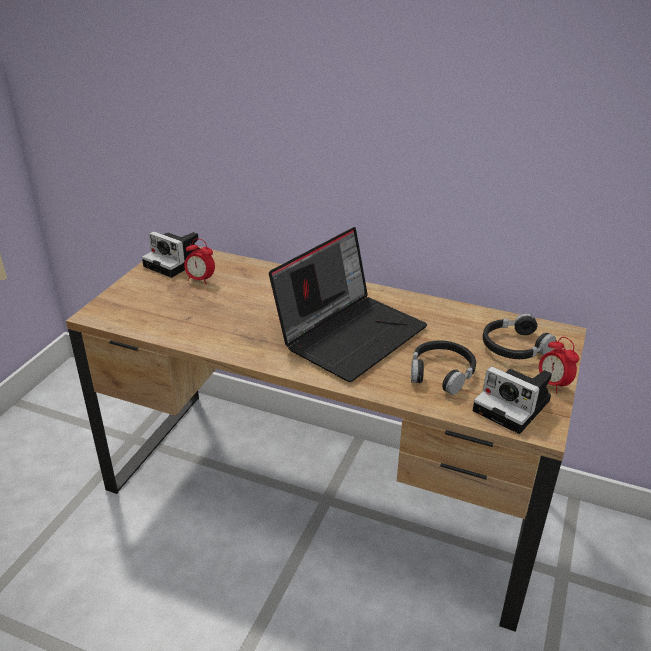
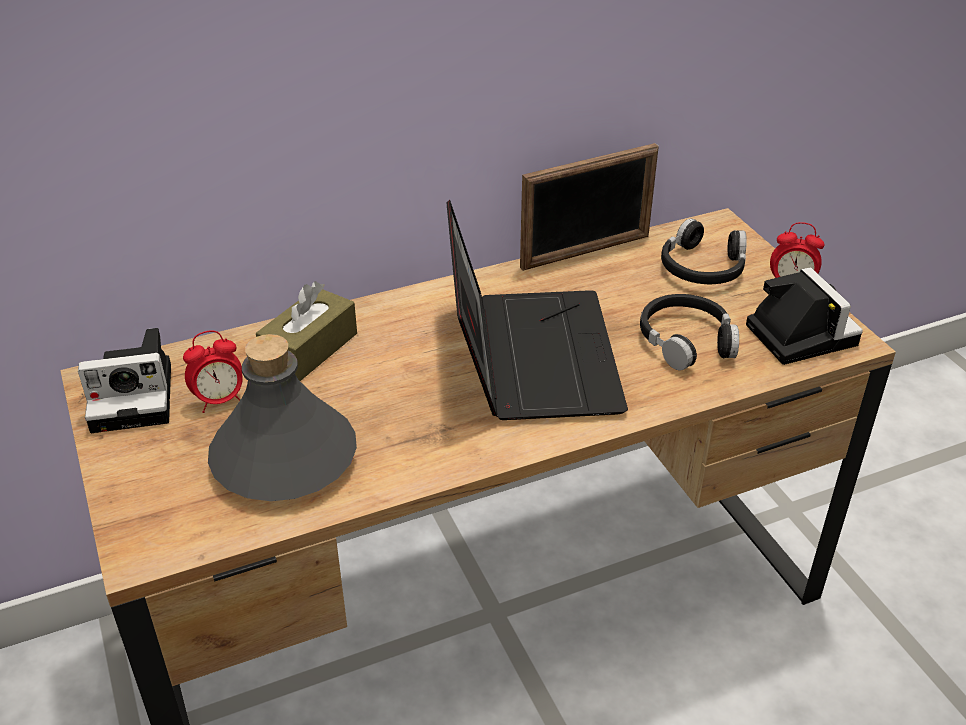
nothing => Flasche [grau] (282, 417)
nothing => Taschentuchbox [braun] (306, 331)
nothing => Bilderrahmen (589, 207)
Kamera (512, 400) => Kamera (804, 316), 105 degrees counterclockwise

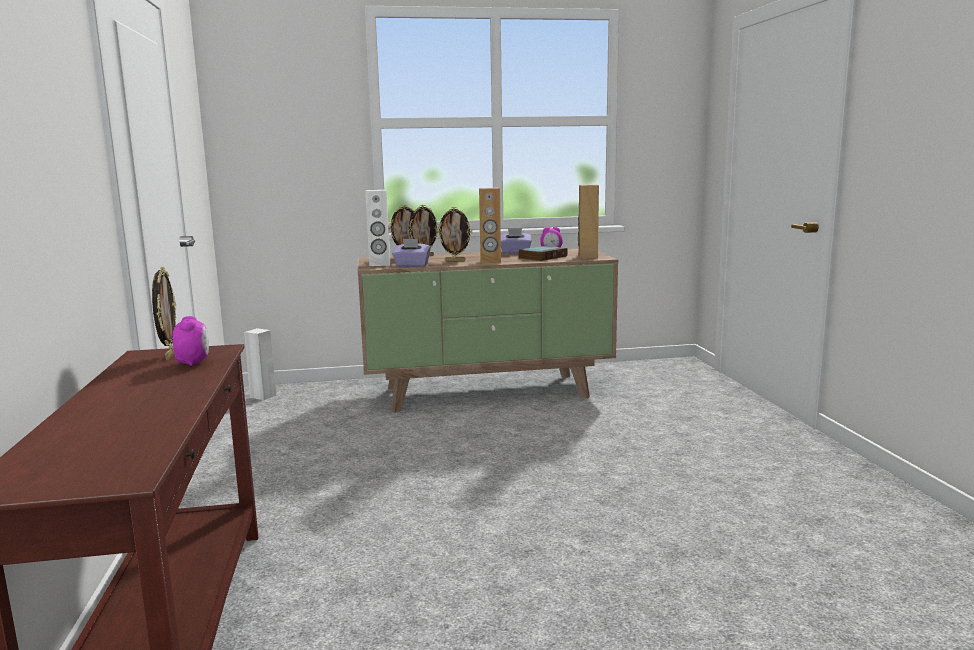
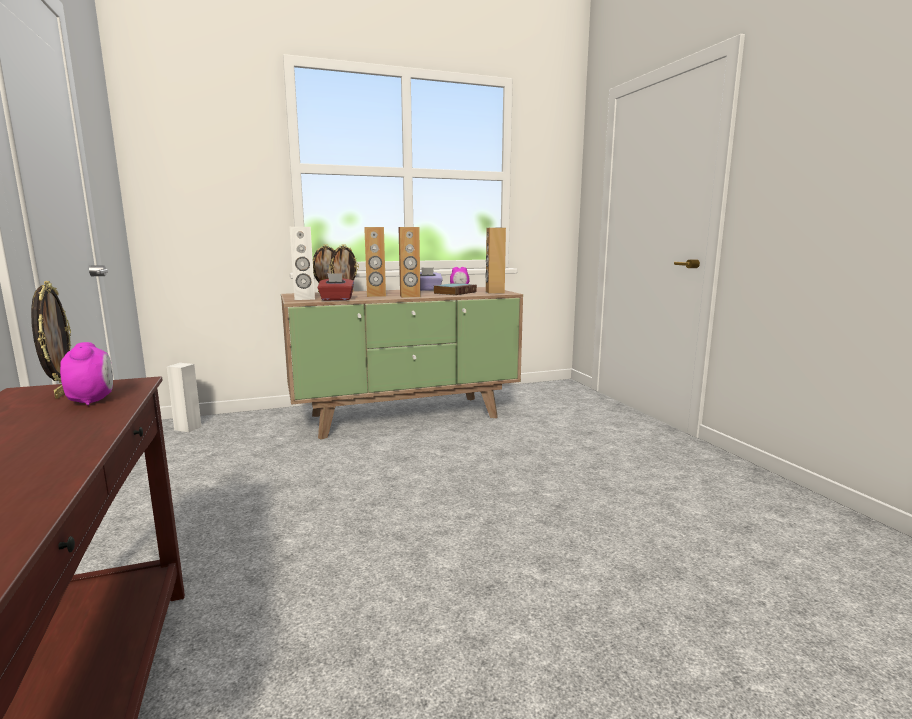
Bilderrahmen (454, 234) => Lautsprecher [braun] (375, 262)
Taschentuchbox [lila] (411, 253) => Taschentuchbox [rot] (336, 287)

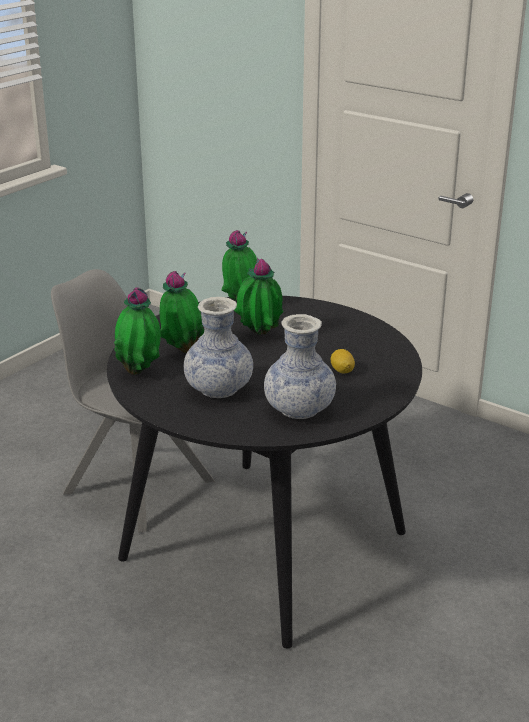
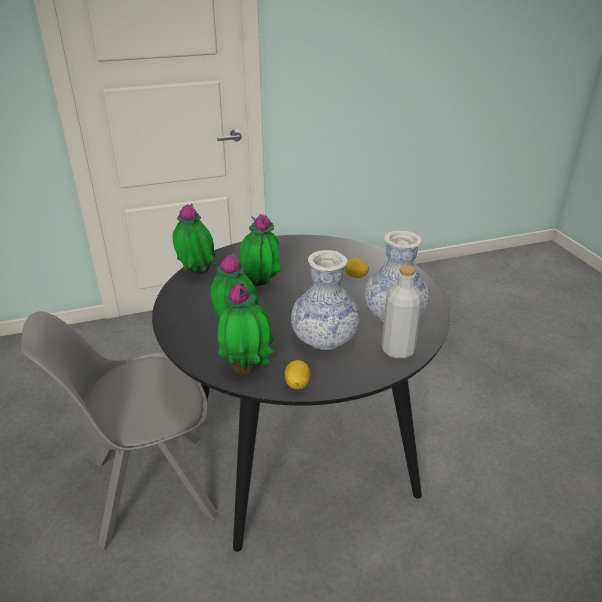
nothing => Zitrone (297, 375)
nothing => Flasche [grau] (402, 312)

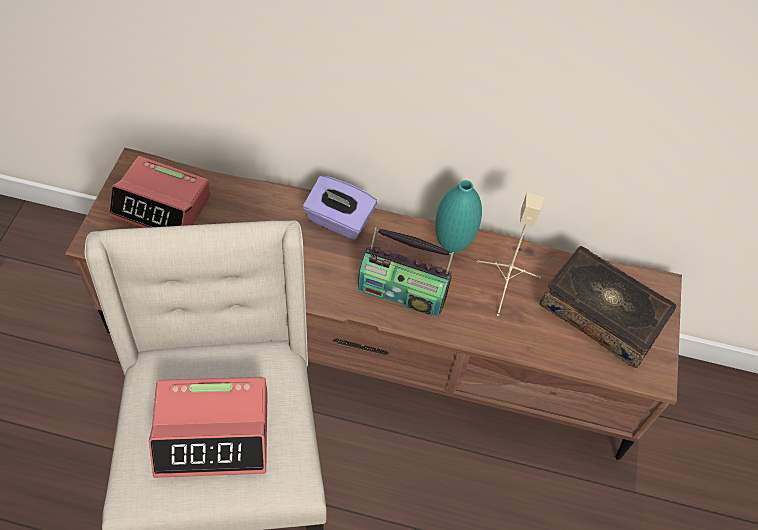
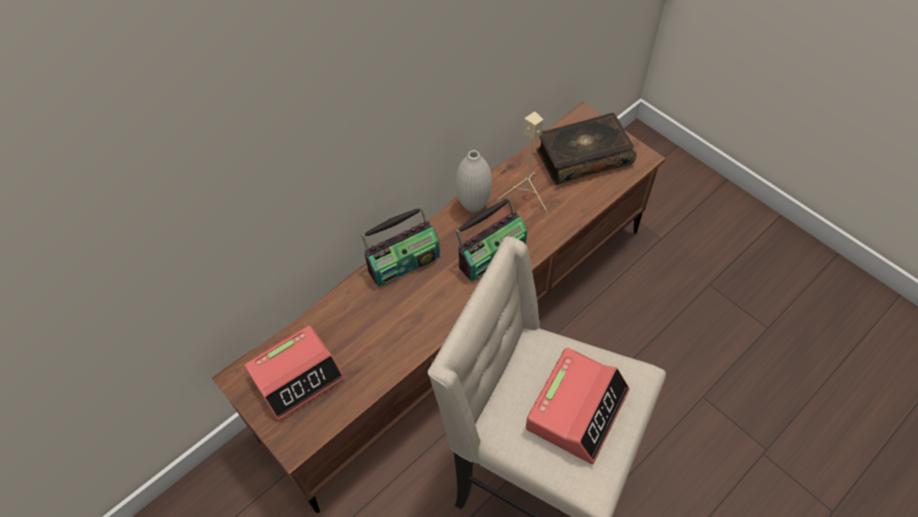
Taschentuchbox [lila] (340, 207) => Radio (400, 246)
Vase [türkis] (458, 216) => Vase [weiß] (474, 181)

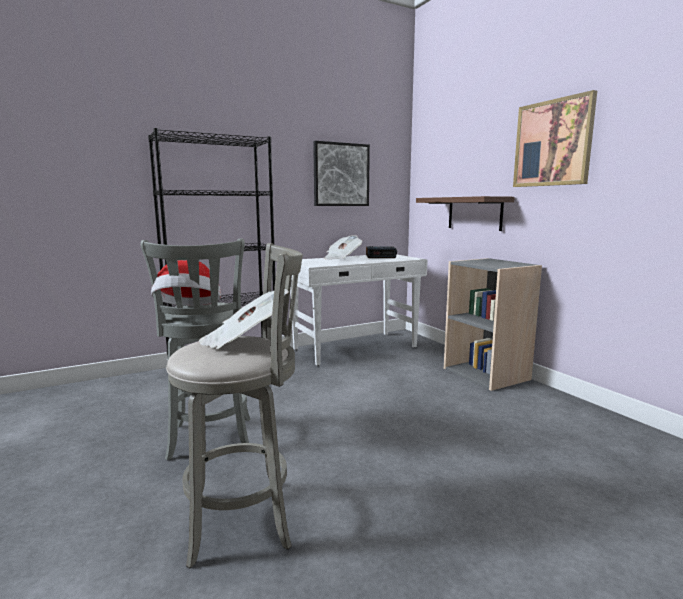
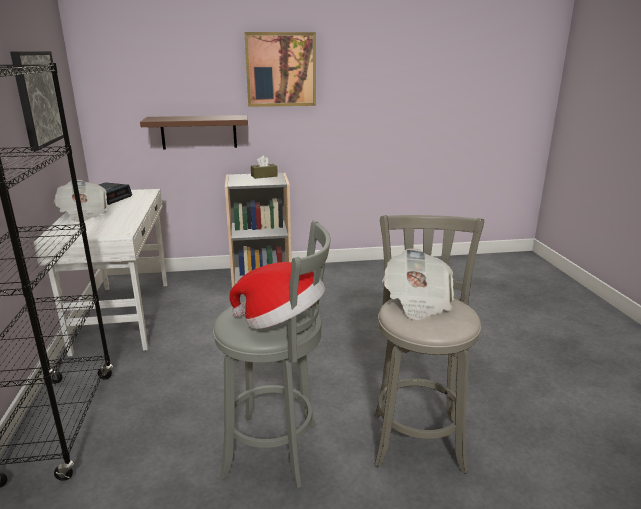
nothing => Taschentuchbox [braun] (264, 167)

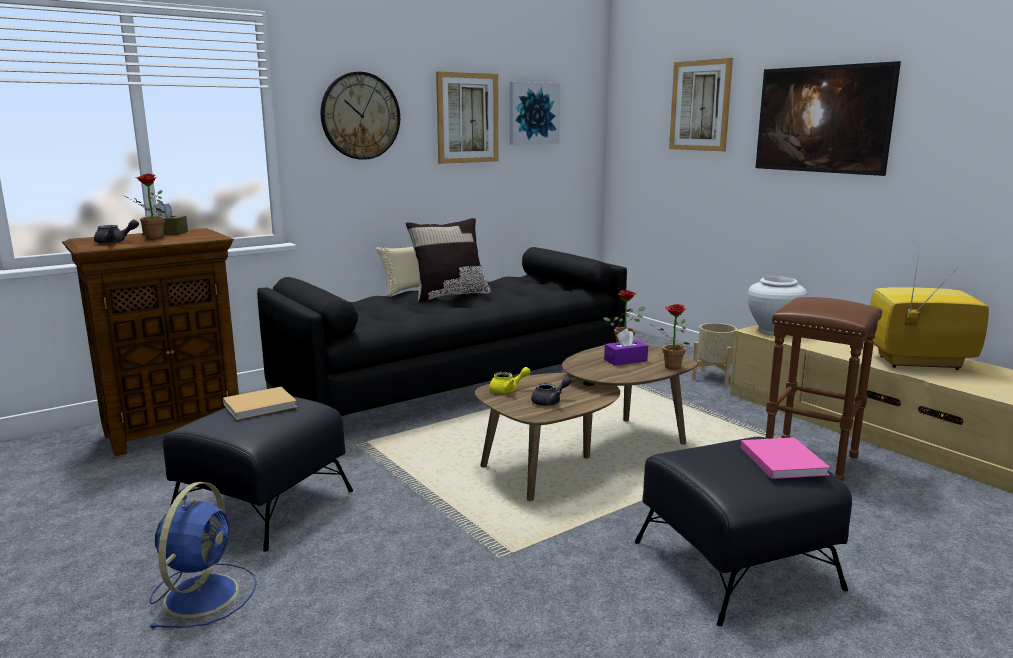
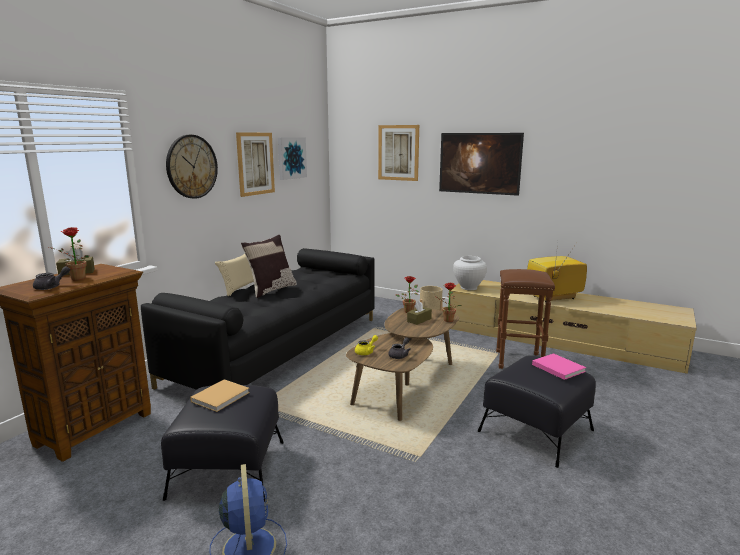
Taschentuchbox [lila] (626, 347) => Taschentuchbox [braun] (419, 313)

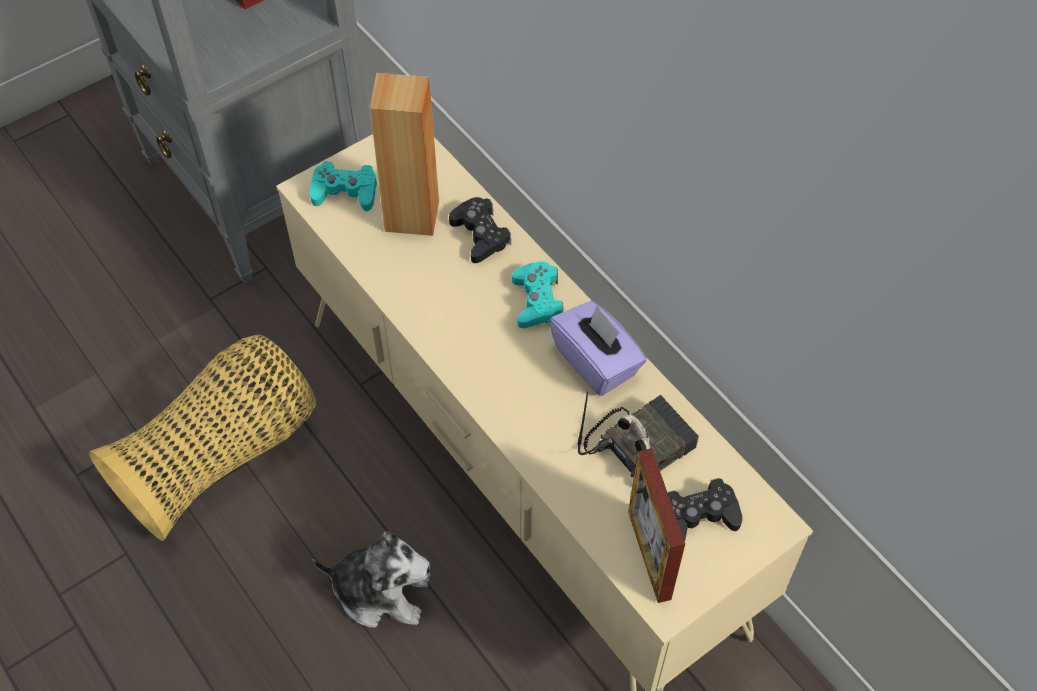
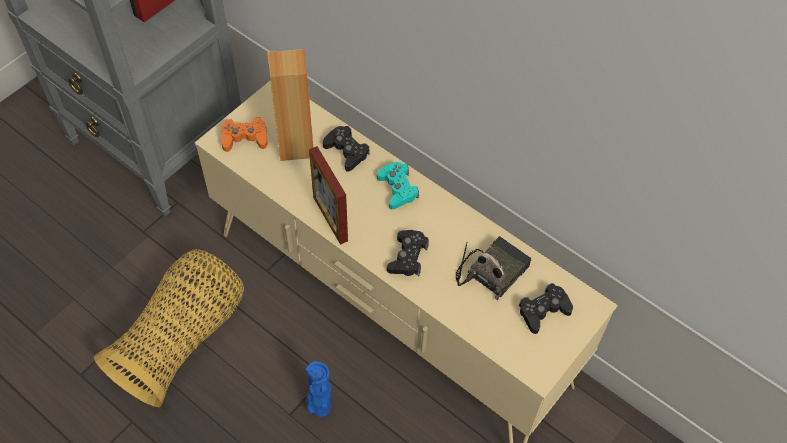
Taschentuchbox [lila] (598, 348) => nothing
nothing => Gamepad [schwarz] (408, 253)
Bilderrahmen (656, 525) => Bilderrahmen (328, 195), move
Plüschtier (371, 579) => Vase [blau] (318, 389)
Gamepad [türkis] (343, 186) => Gamepad [orange] (244, 134)

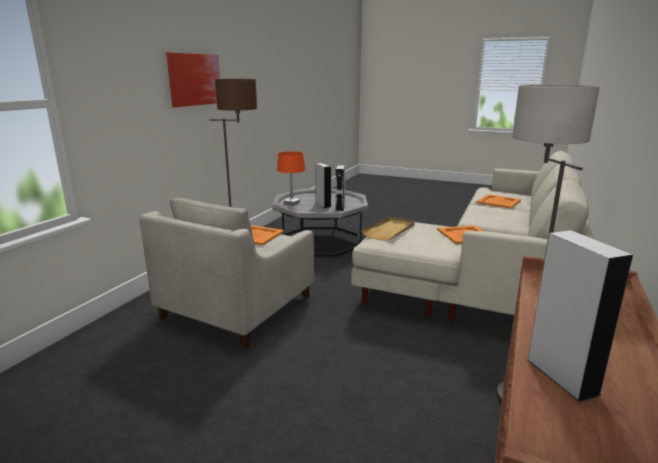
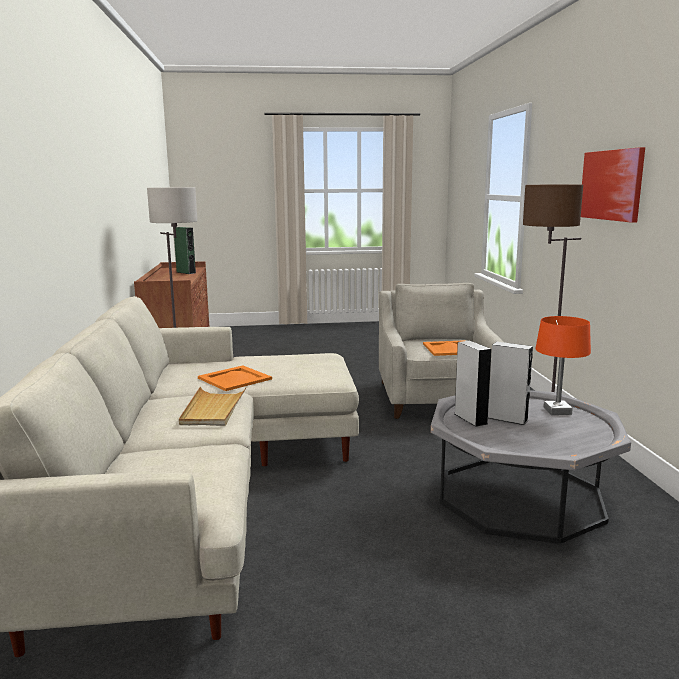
Tablett [orange] (498, 201) => nothing
Tablett [beige] (388, 229) => Tablett [beige] (213, 406), move
Lautsprecher [grau] (580, 316) => Lautsprecher [grün] (185, 250)

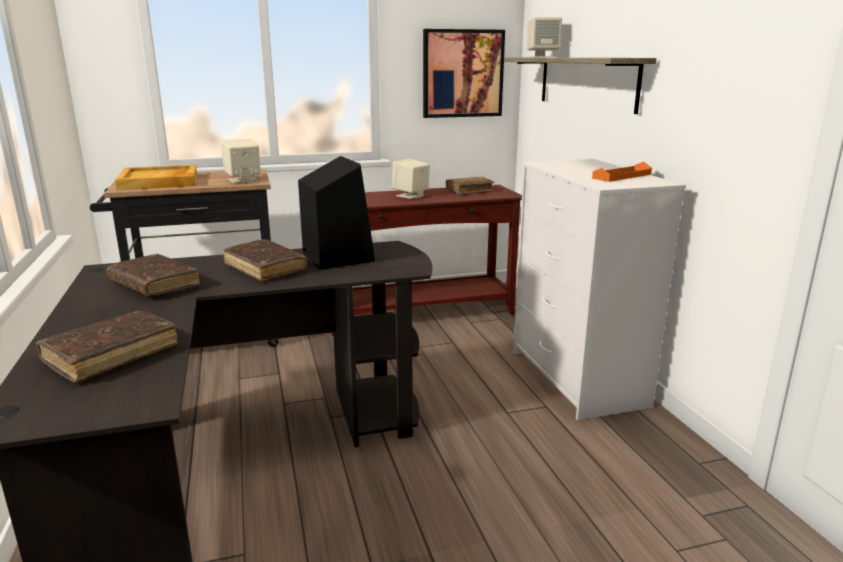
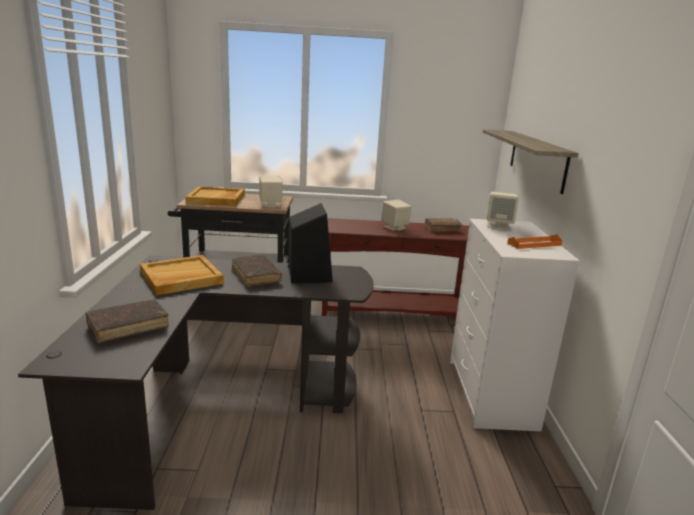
Bild (464, 73) => nothing
Lautsprecher [beige] (544, 37) => Lautsprecher [beige] (503, 211), move
Buch [braun] (153, 275) => Tablett [beige] (182, 275)

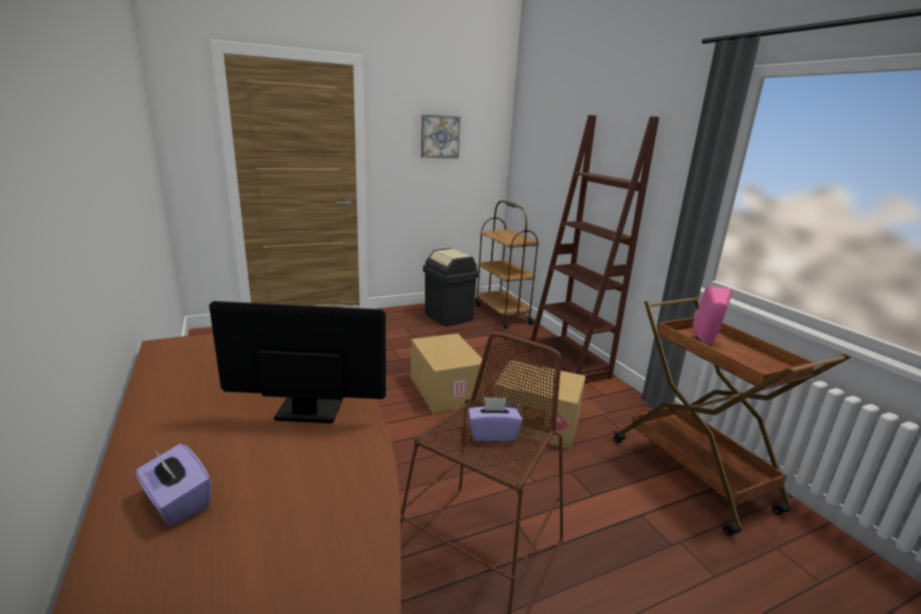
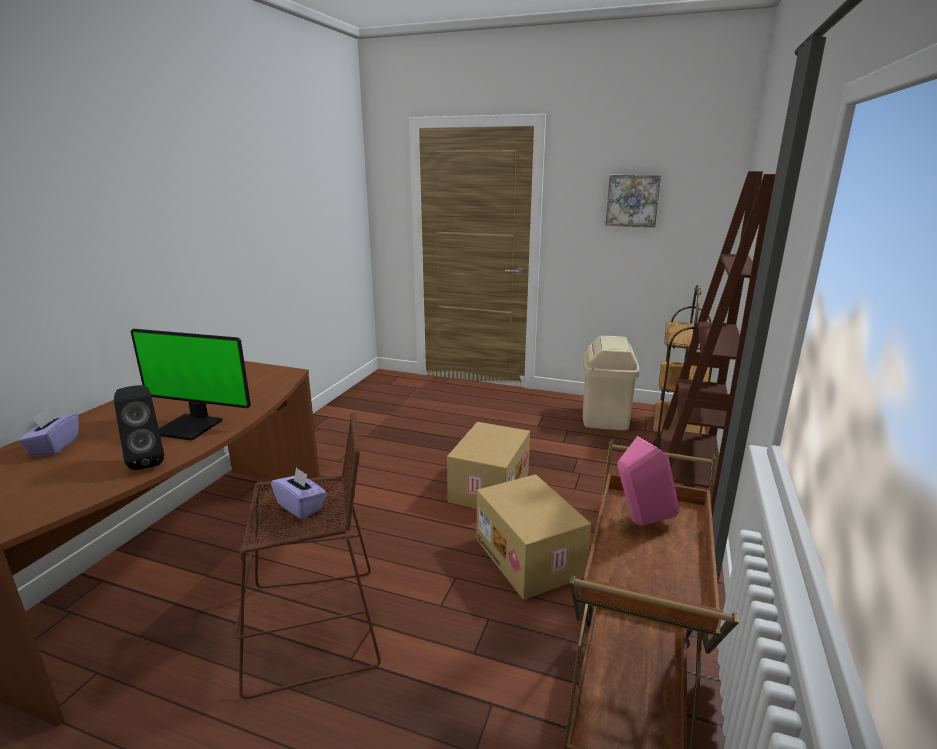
nothing => Lautsprecher [schwarz] (139, 427)
Mülleimer [schwarz] (451, 287) => Mülleimer [beige] (611, 383)
Monitor (297, 362) => Monitor (191, 385), 150 degrees clockwise

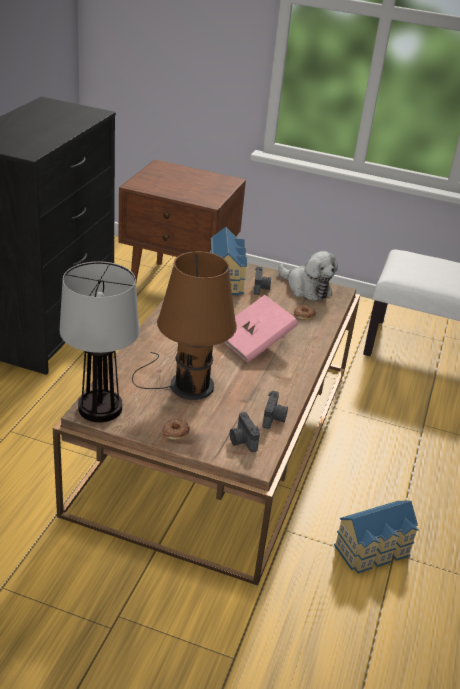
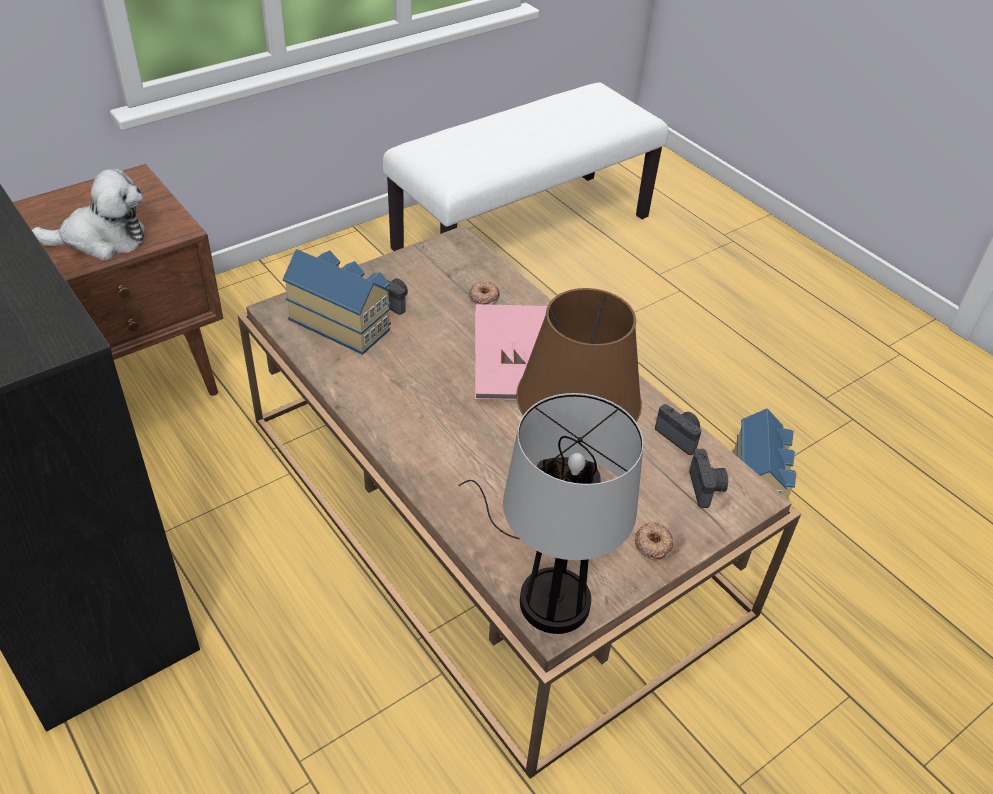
Plüschtier (308, 276) => Plüschtier (88, 214), move
Kamera (245, 432) => Kamera (708, 478), 105 degrees counterclockwise

